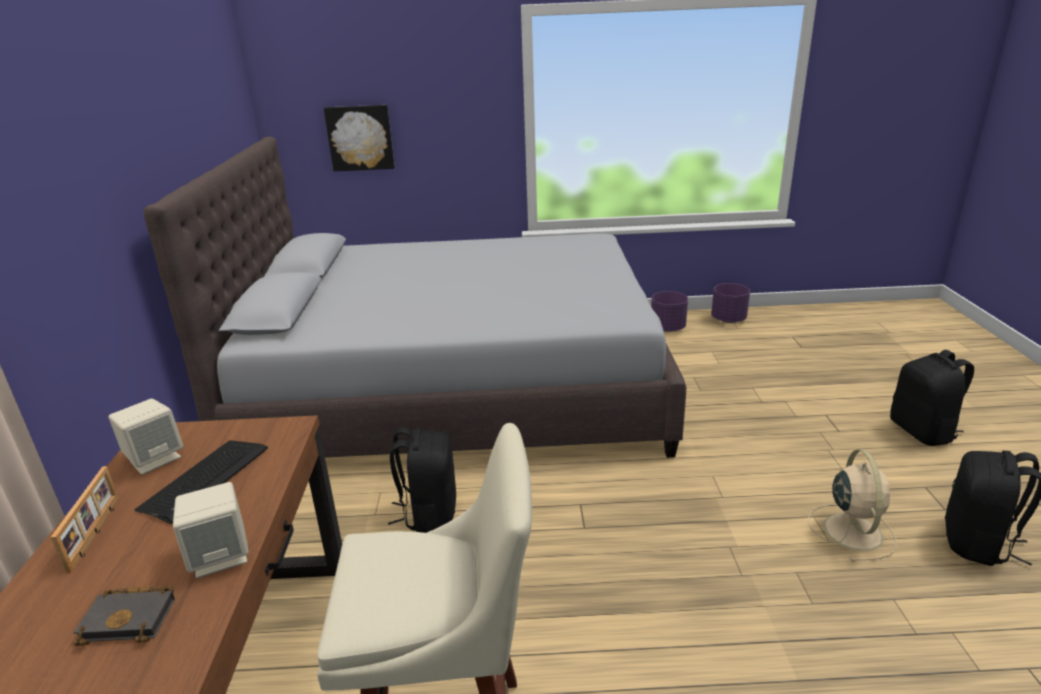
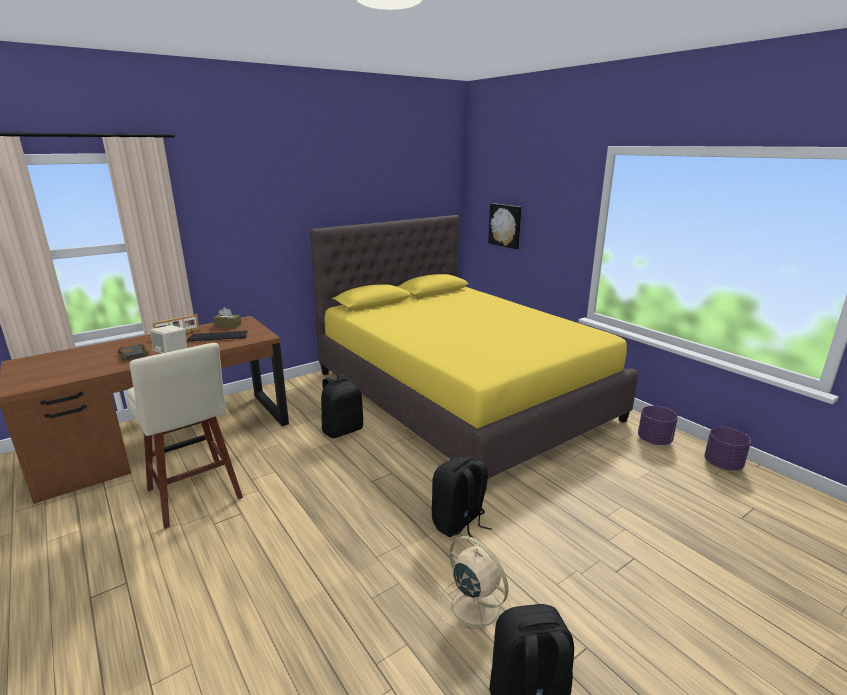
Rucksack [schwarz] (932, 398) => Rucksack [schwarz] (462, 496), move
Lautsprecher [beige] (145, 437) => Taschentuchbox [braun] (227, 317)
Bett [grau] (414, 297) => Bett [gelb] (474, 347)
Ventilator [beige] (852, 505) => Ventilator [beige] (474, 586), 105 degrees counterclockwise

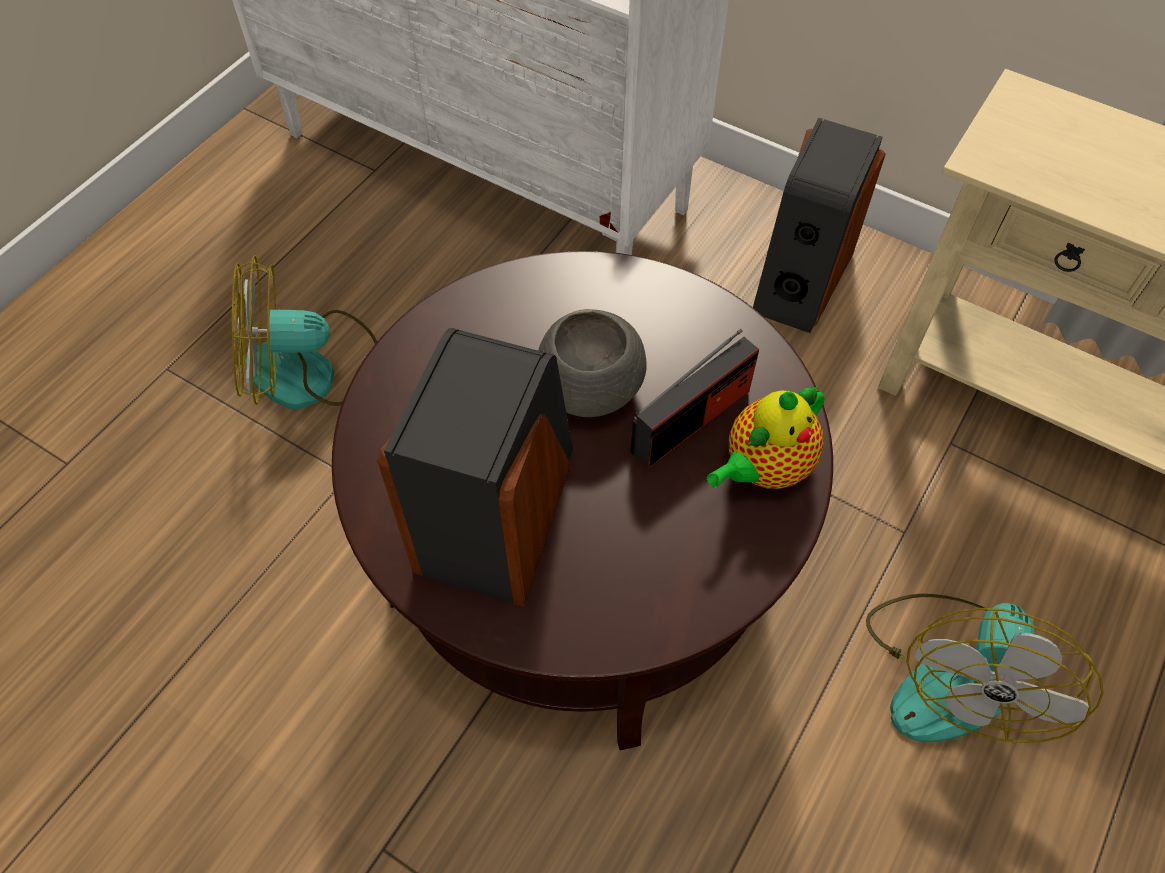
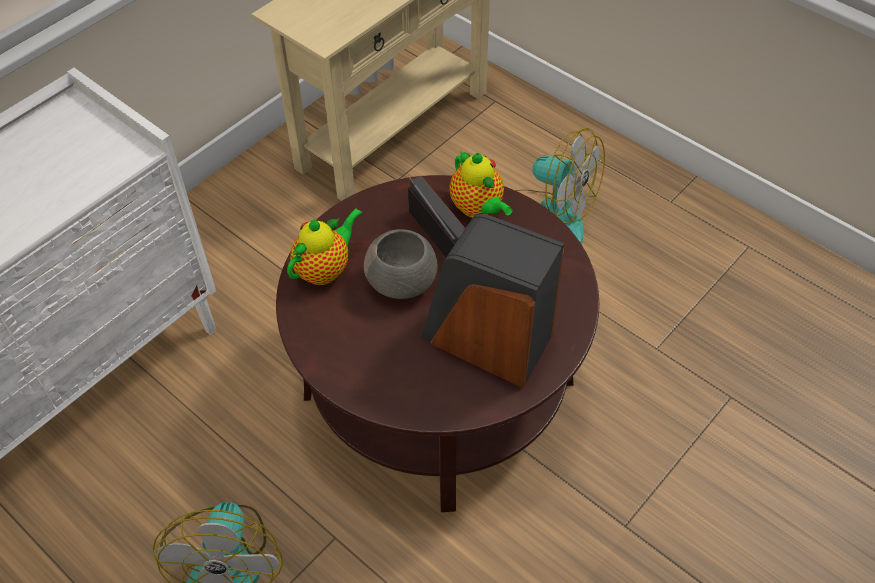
Lautsprecher (819, 225) => nothing
nothing => Teekanne (325, 246)

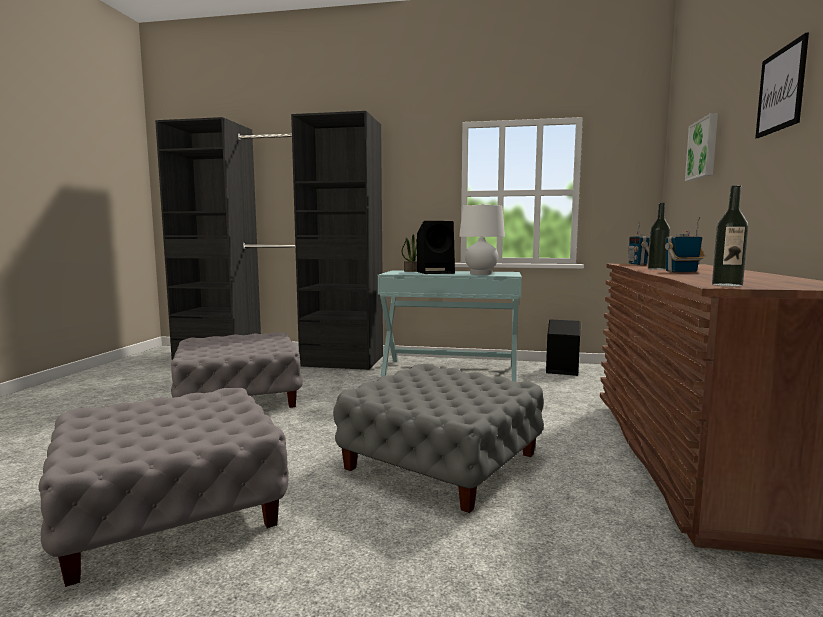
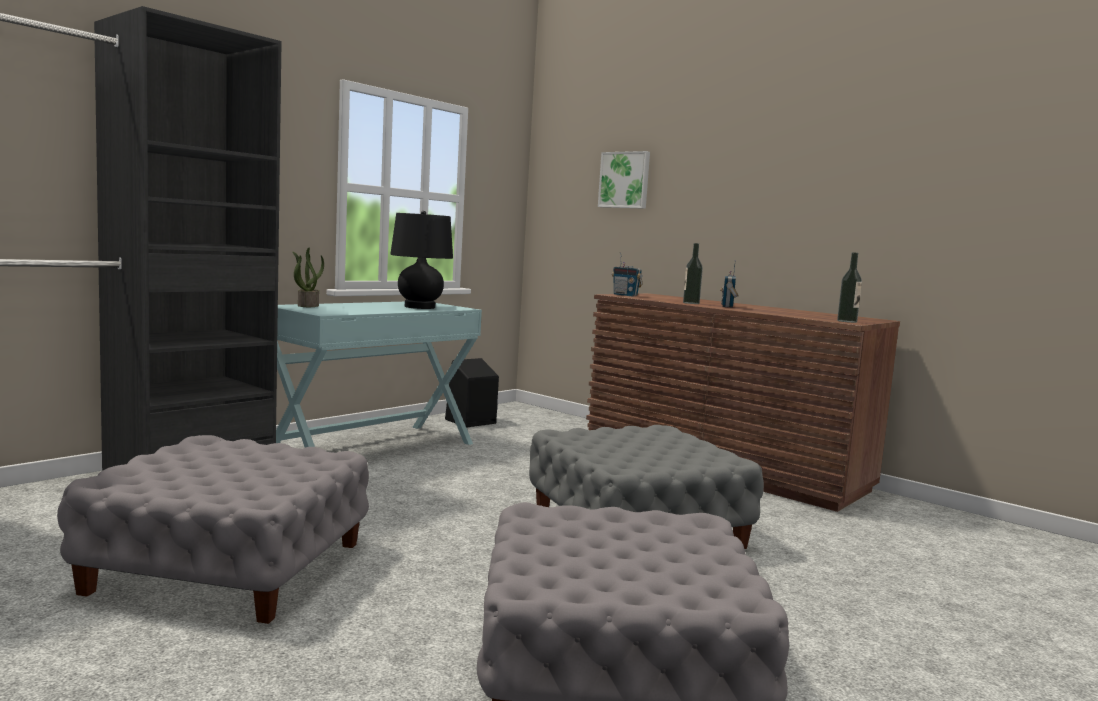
Lautsprecher [schwarz] (436, 247) => nothing
Bild (782, 85) => nothing
Tischlampe [weiß] (482, 239) => Tischlampe [schwarz] (421, 260)

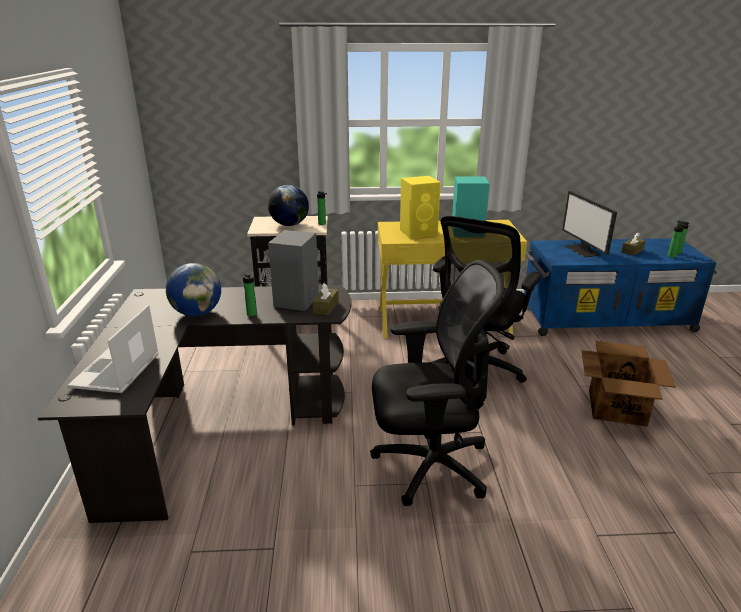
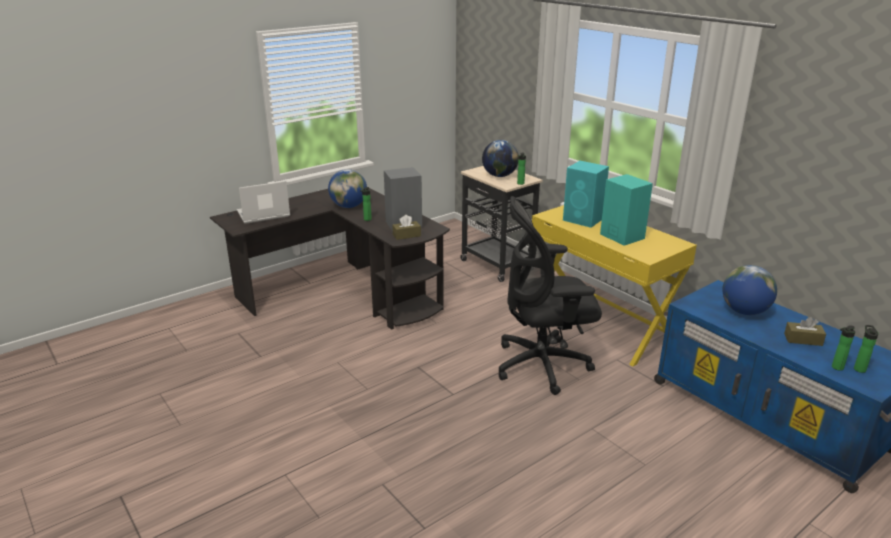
Bürostuhl [schwarz] (437, 383) => nothing
Karton (628, 384) => nothing
Monitor (589, 224) => Globus (749, 290)
Lautsprecher [gelb] (420, 207) => Lautsprecher [türkis] (586, 194)

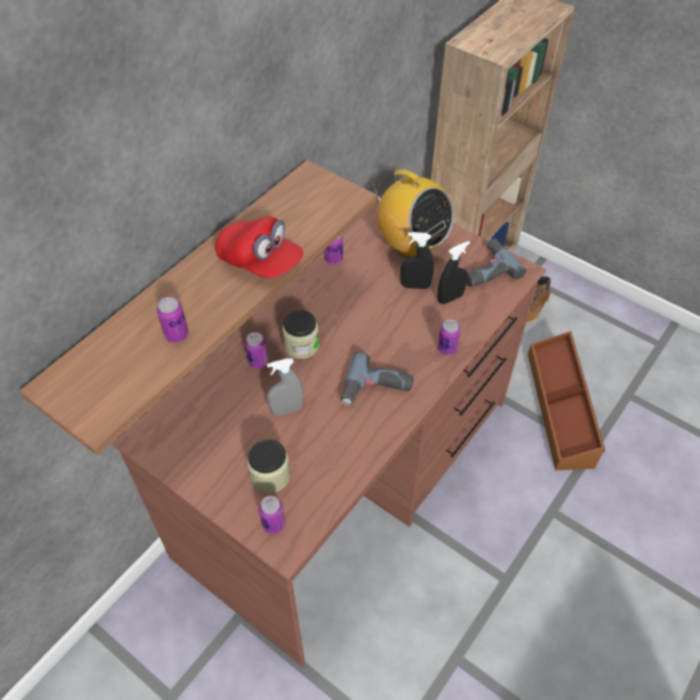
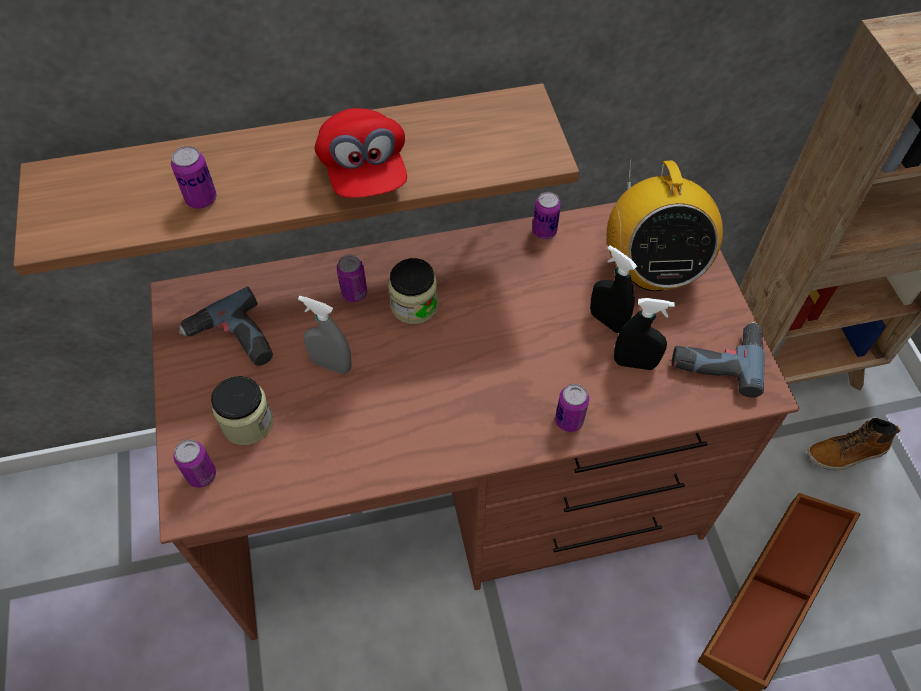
Bohrmaschine (377, 379) => Bohrmaschine (225, 326), move

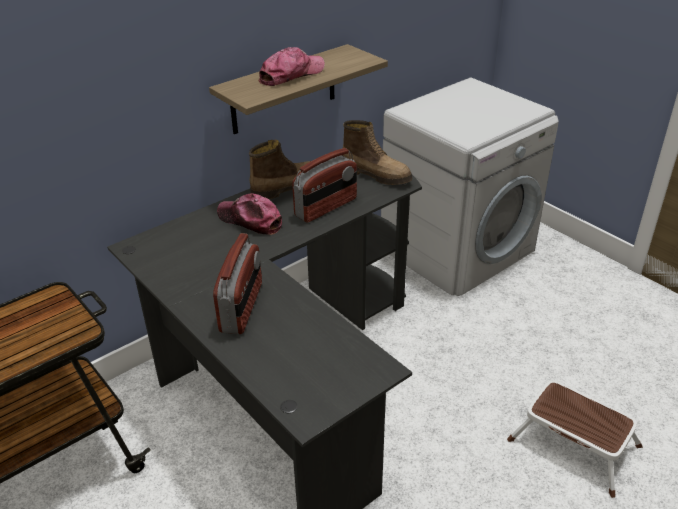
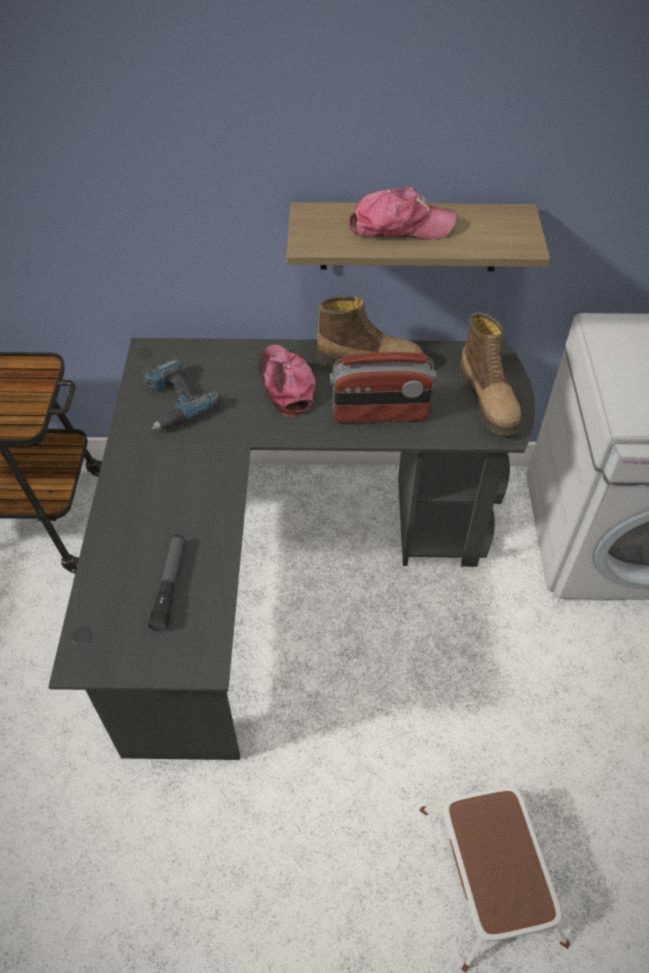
Radio (237, 283) => nothing
nothing => Bohrmaschine (182, 393)
nothing => Taschenlampe (166, 583)

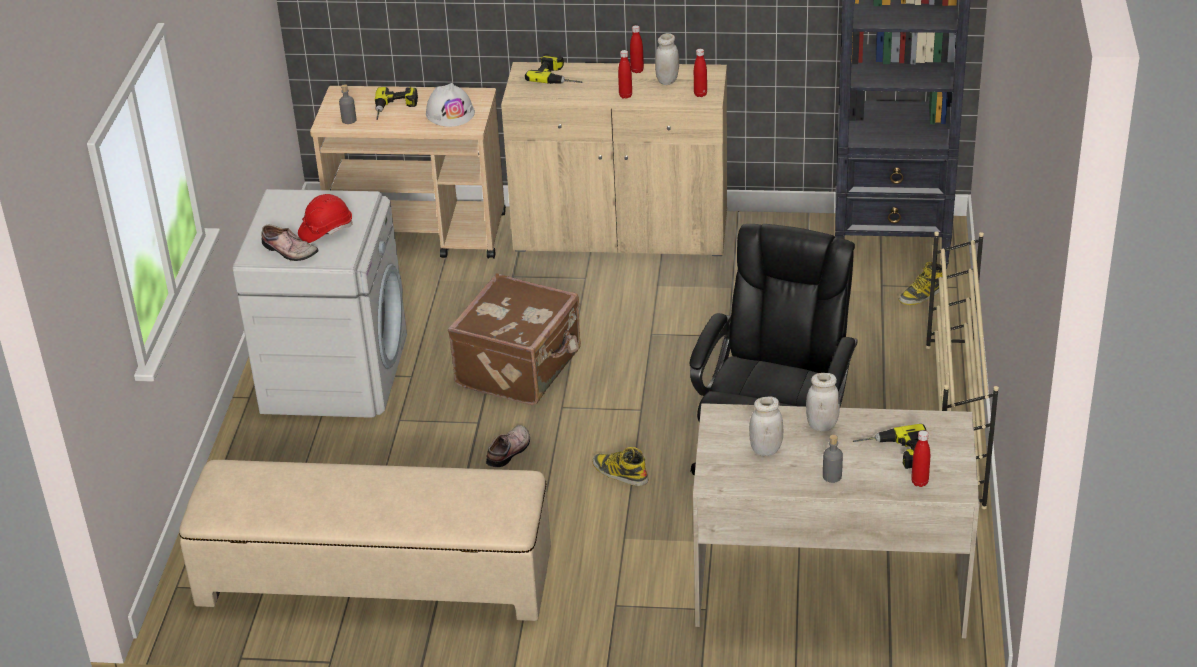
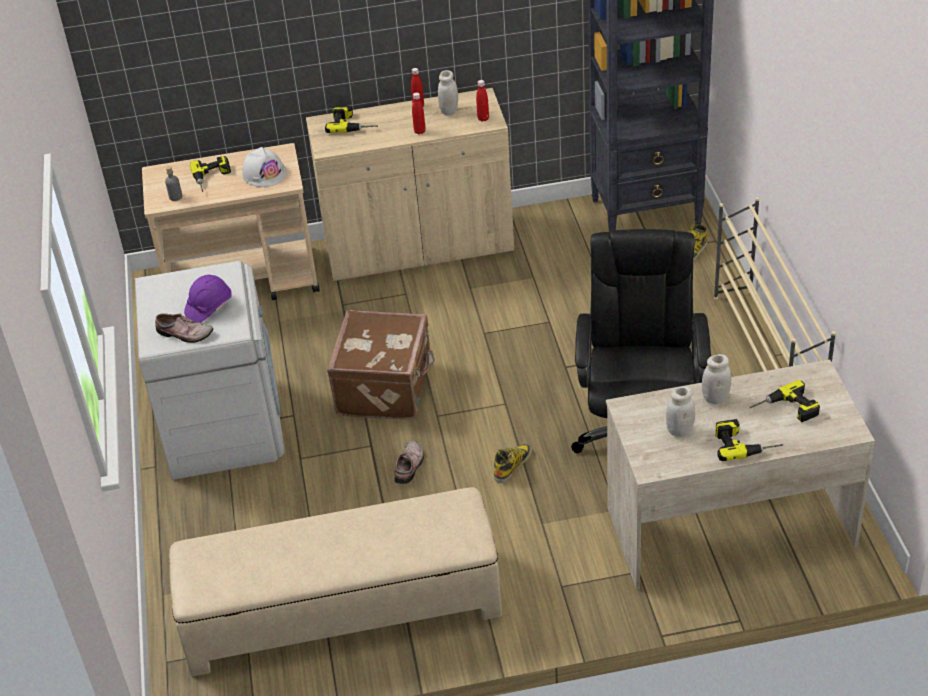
Flasche [rot] (920, 458) => nothing
Flasche [grau] (833, 459) => Bohrmaschine (749, 440)
Schutzhelm [rot] (325, 218) => Schutzhelm [lila] (208, 299)
Stiefel (620, 466) => Stiefel (513, 463), 105 degrees clockwise

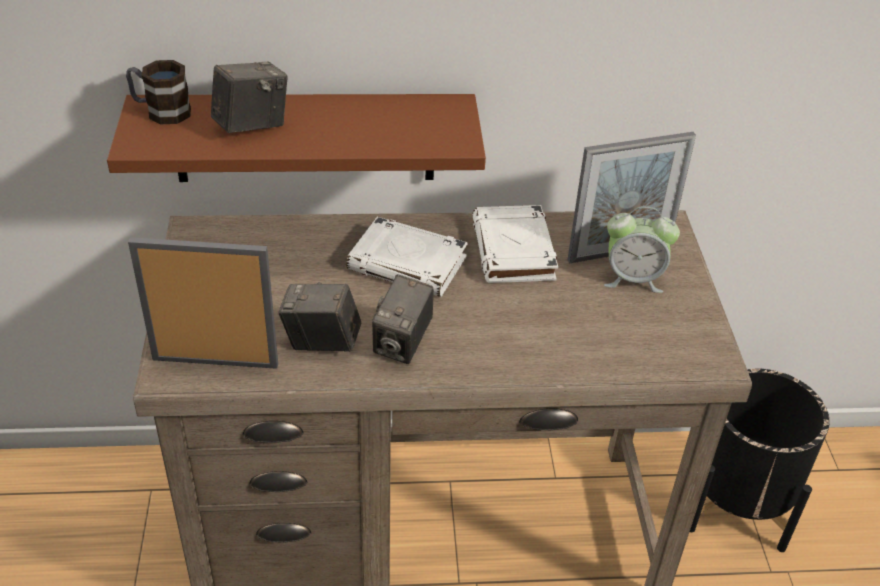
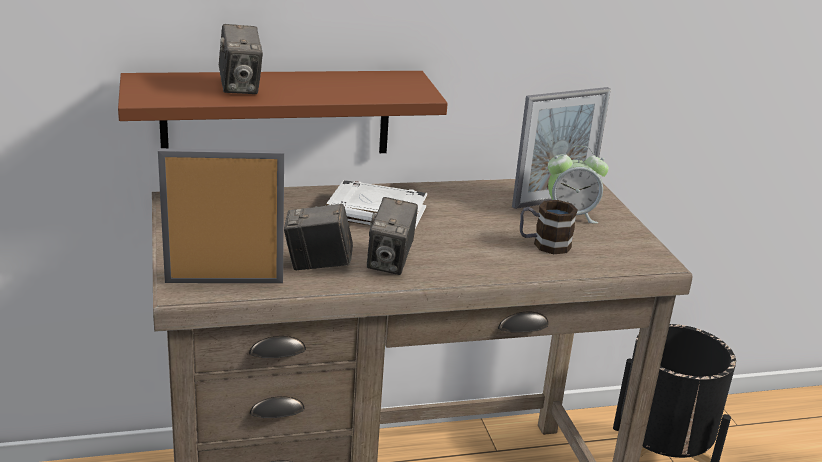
Buch [weiß] (515, 244) => nothing
Henkelbecher (158, 92) => Henkelbecher (549, 227), move
Kamera (249, 97) => Kamera (241, 59), 120 degrees clockwise

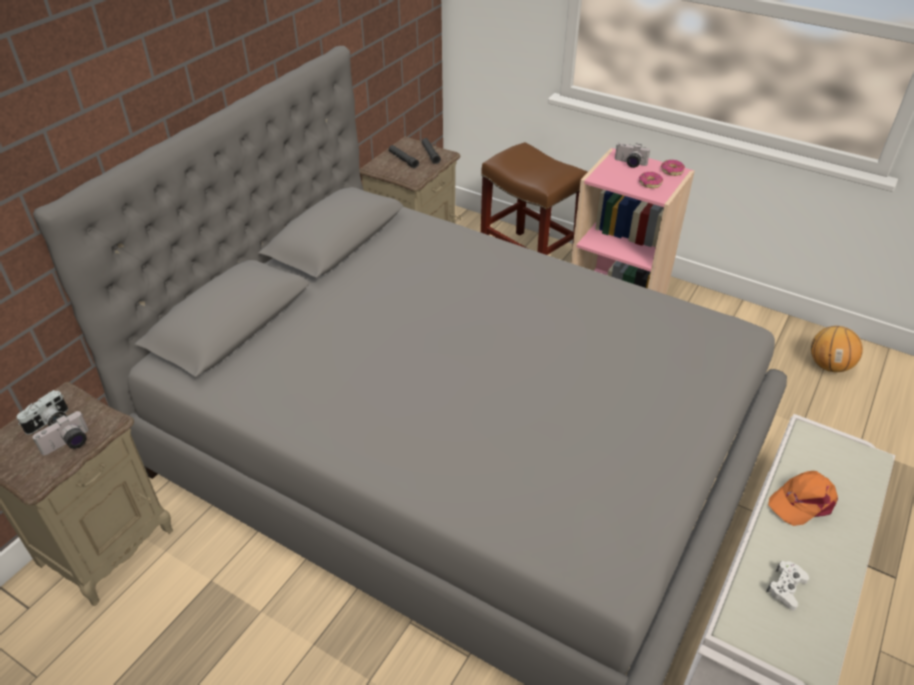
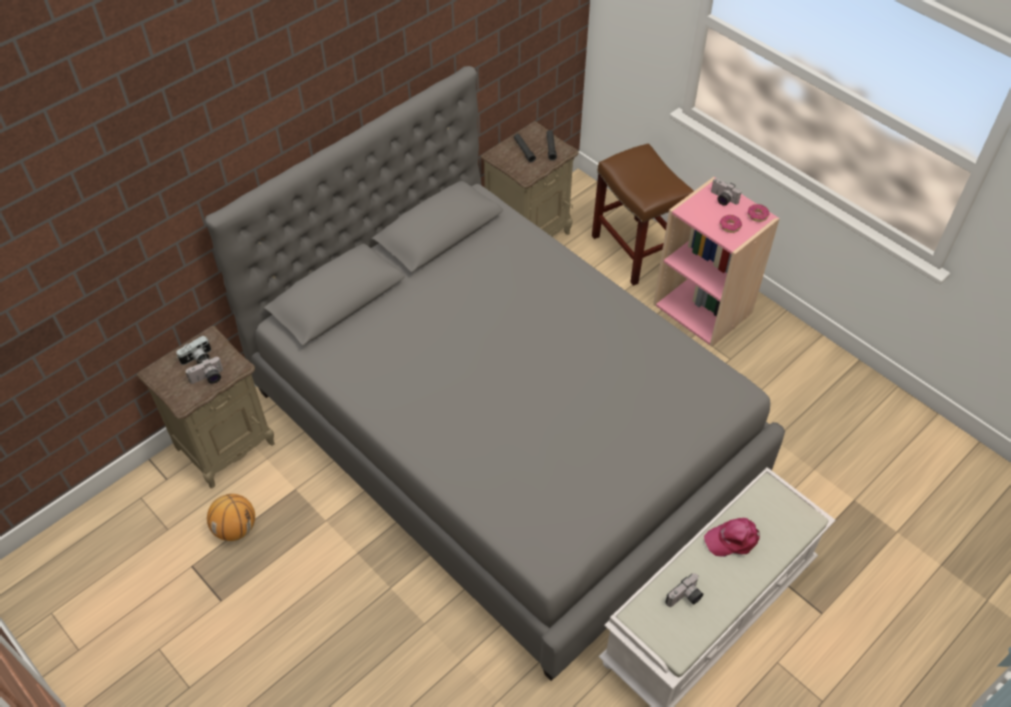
Basketball (837, 349) => Basketball (231, 517), move
Gamepad [weiß] (787, 586) => Kamera (684, 590)
Kappe [orange] (803, 498) => Kappe [rosa] (732, 537)

